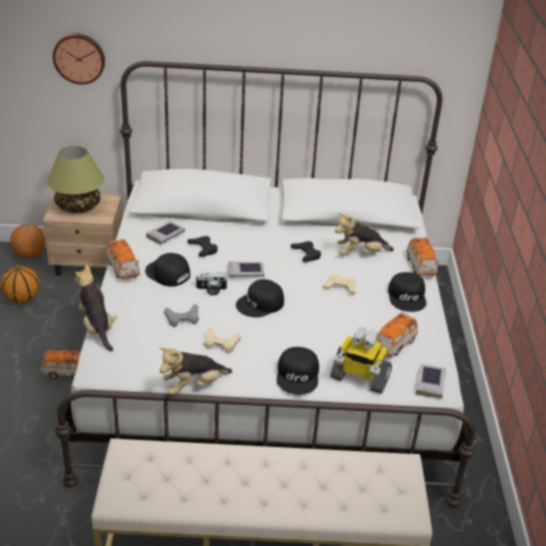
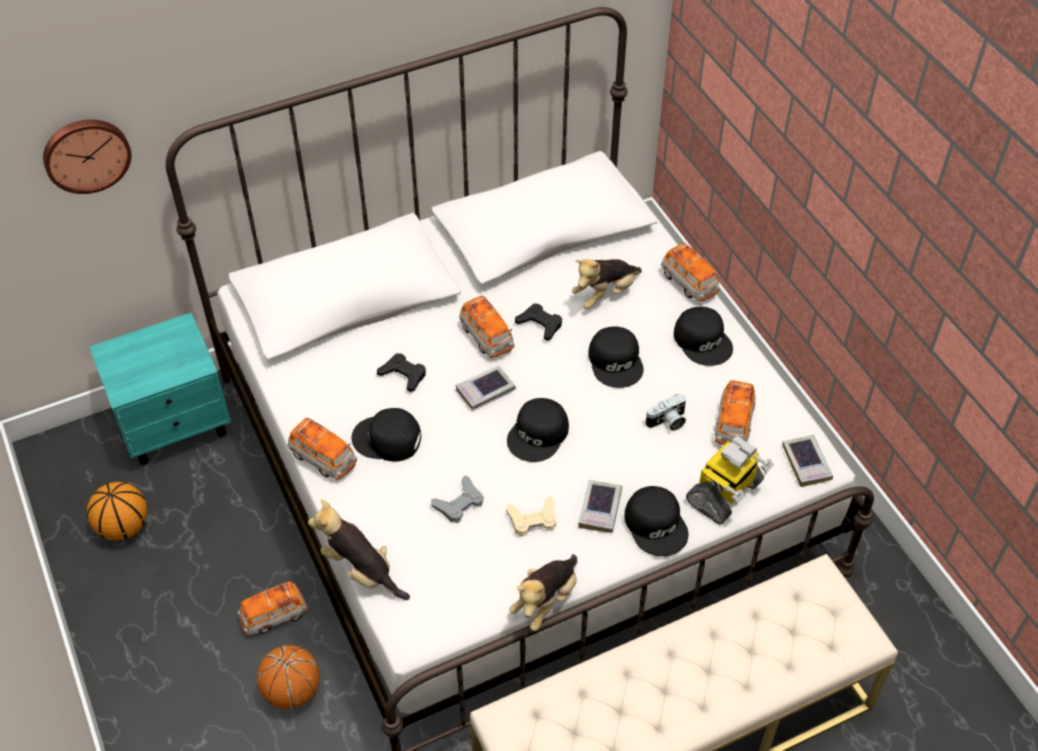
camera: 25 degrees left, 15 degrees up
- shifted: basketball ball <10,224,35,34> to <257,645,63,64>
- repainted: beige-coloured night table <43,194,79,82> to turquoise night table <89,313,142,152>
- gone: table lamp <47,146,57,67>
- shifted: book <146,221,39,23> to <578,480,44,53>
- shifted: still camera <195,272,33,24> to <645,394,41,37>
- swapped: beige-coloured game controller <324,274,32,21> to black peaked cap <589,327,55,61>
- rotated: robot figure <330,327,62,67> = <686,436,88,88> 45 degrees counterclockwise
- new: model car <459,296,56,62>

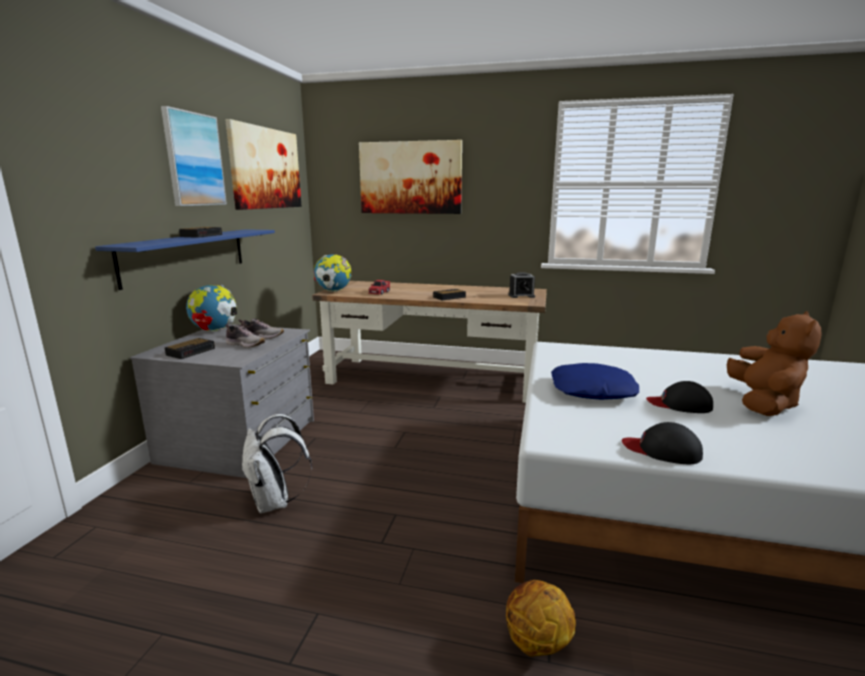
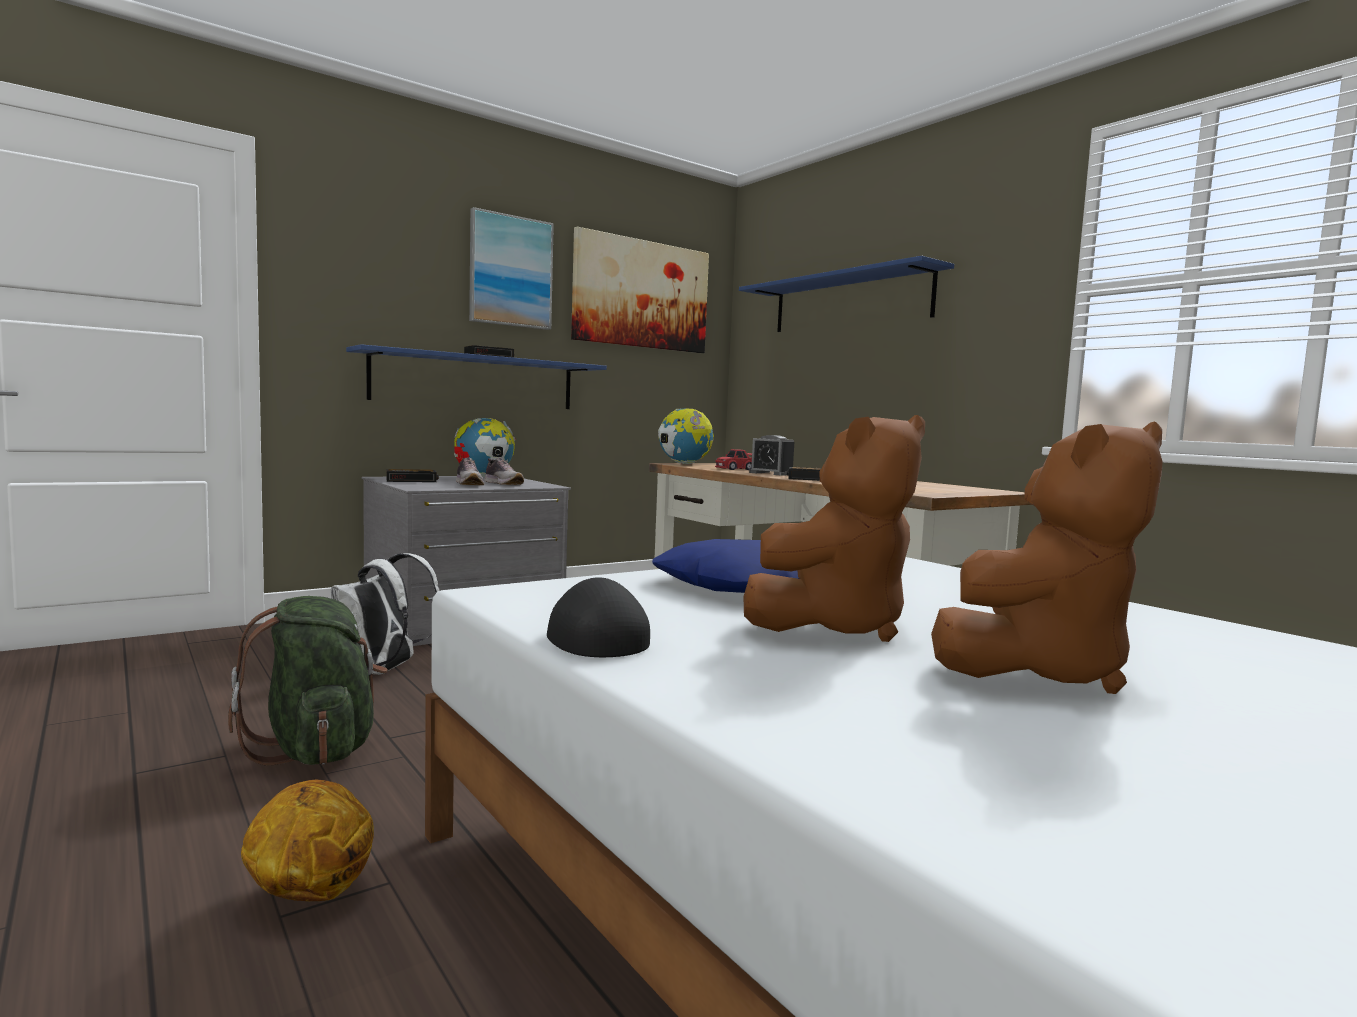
camera: 40 degrees right, 10 degrees down
- swapped: wall art <359,140,103,74> to bluish wall shelf <739,256,215,76>
- shifted: bedside clock <508,272,27,26> to <749,435,45,41>
- swapped: black peaked cap <646,381,67,32> to brownish cuddly toy <744,415,181,227>
- new: green rucksack <228,596,160,169>

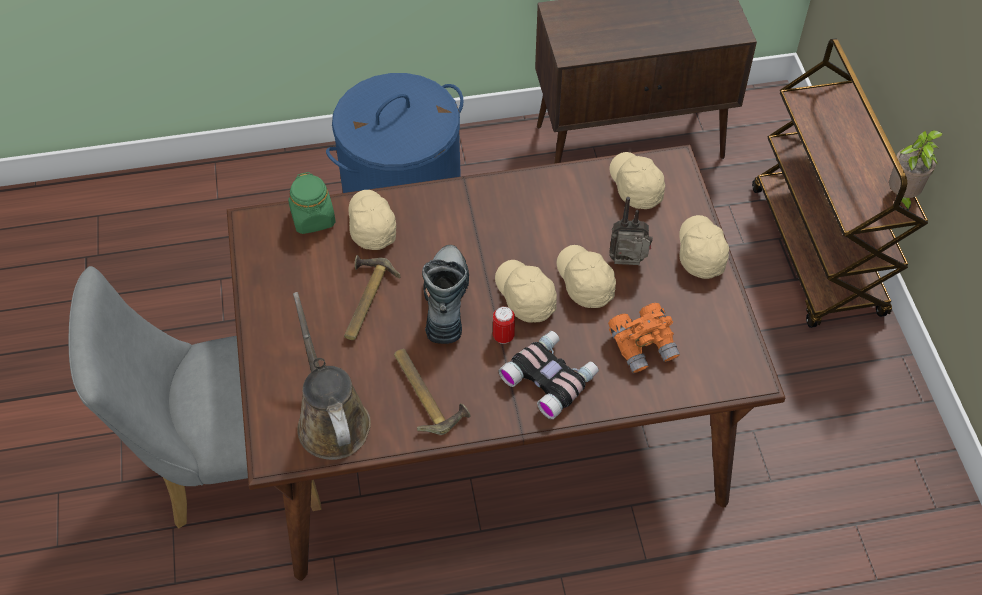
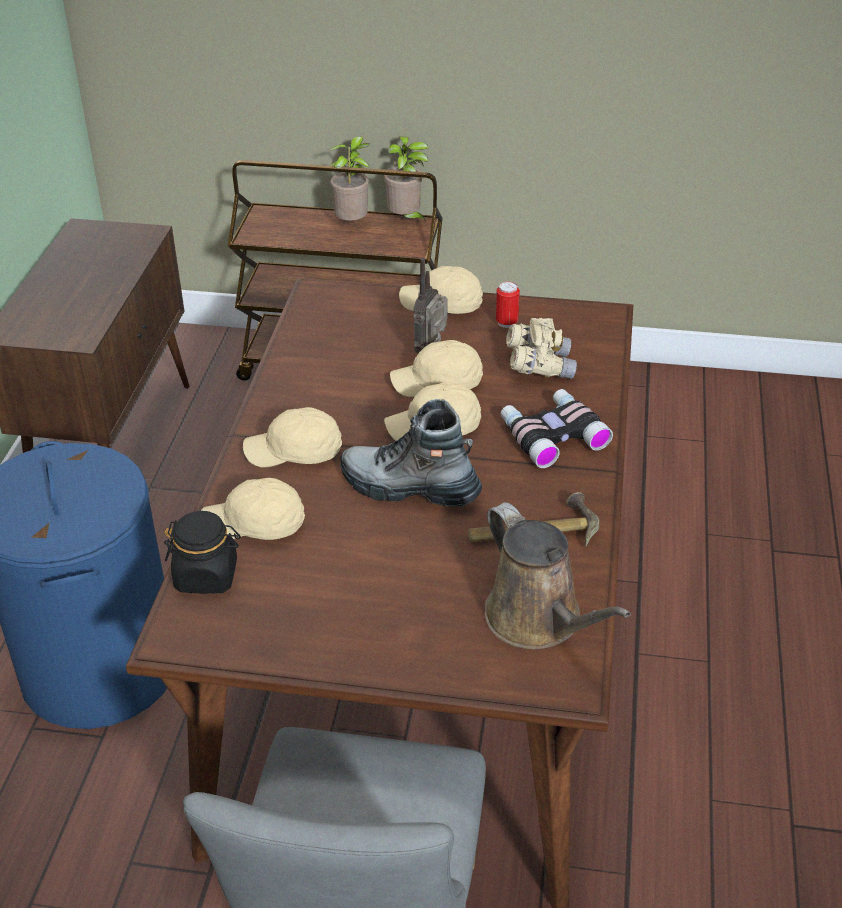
camera: 70 degrees left, 15 degrees down
- repainted: green preserve jar <288,172,48,62> to black preserve jar <164,511,77,83>
- rotated: brownish watering can <293,292,78,168> = <485,502,146,147> 120 degrees counterclockwise
- gone: hammer <344,255,56,85>
- shifted: sealed can <493,306,22,38> to <496,282,24,46>
- repainted: orange-coloured binoculars <608,303,72,70> to beige-coloured binoculars <506,318,71,61>
- shifted: beige-coloured peaked cap <609,152,56,57> to <243,407,99,60>
- new: houseplant <329,136,41,85>

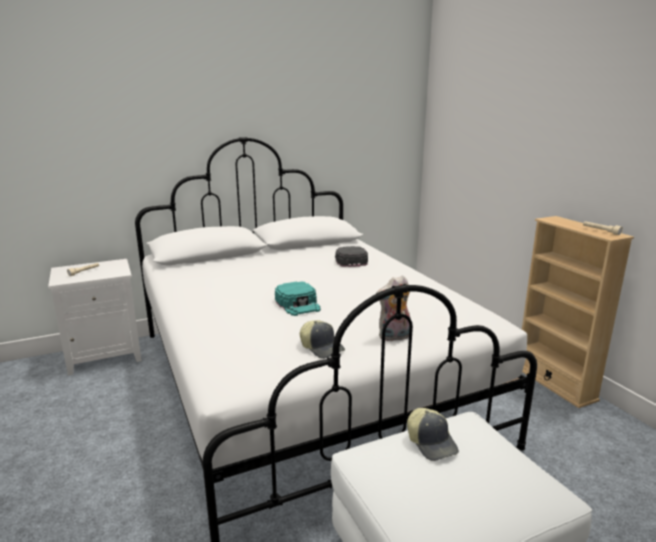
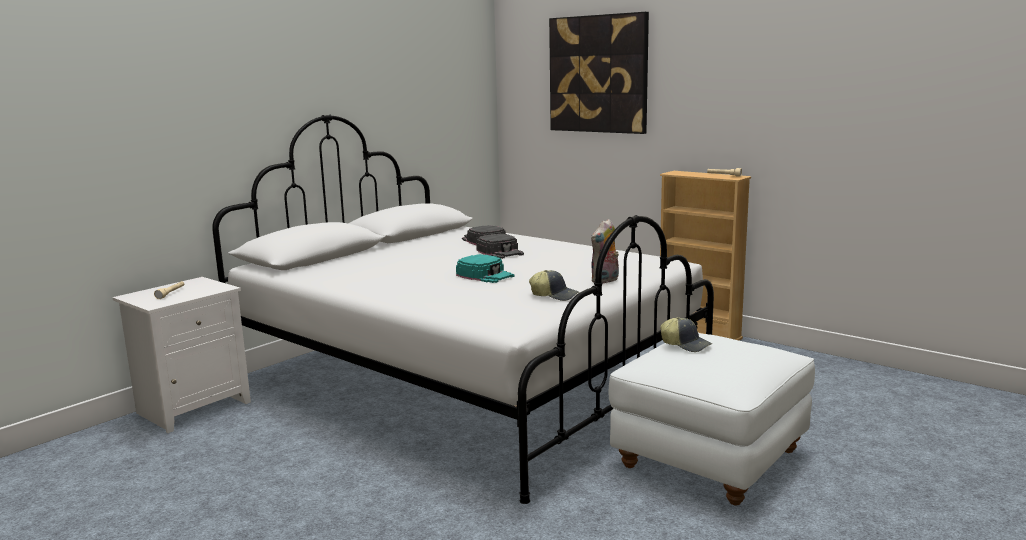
camera: 25 degrees left, 5 degrees down
- new: black peaked cap <476,234,48,25>
- new: wall art <549,12,100,122>

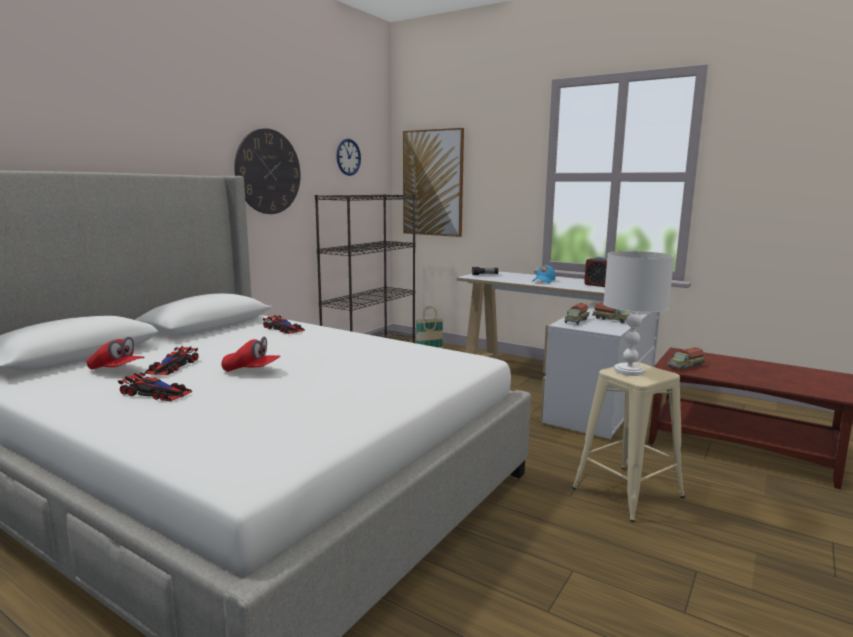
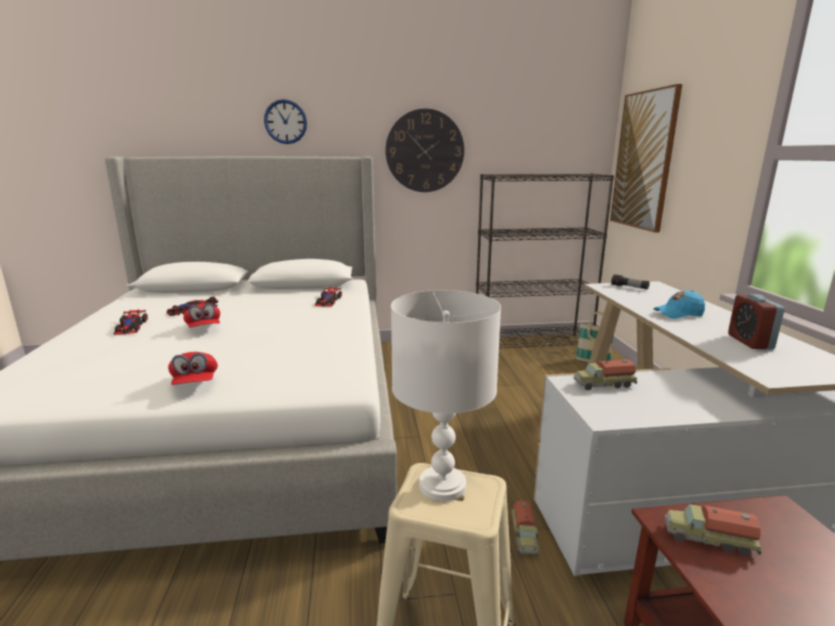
camera: 50 degrees right, 5 degrees up
- shifted: reddish peaked cap <87,337,58,33> to <168,352,50,33>
- shifted: hanging clock <336,139,25,37> to <264,99,43,45>
- shifted: model truck <592,302,39,21> to <511,500,28,54>

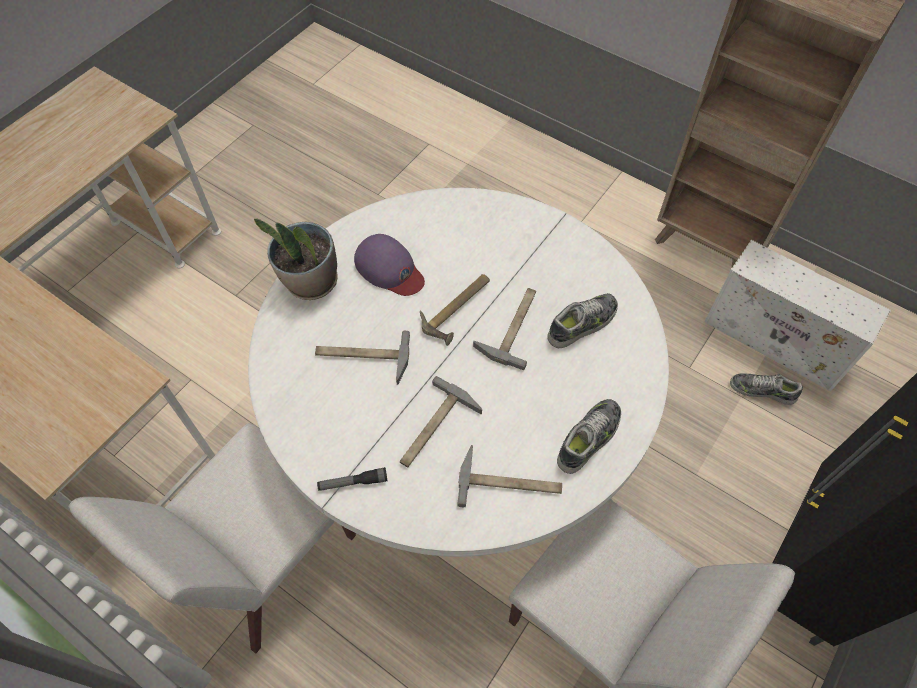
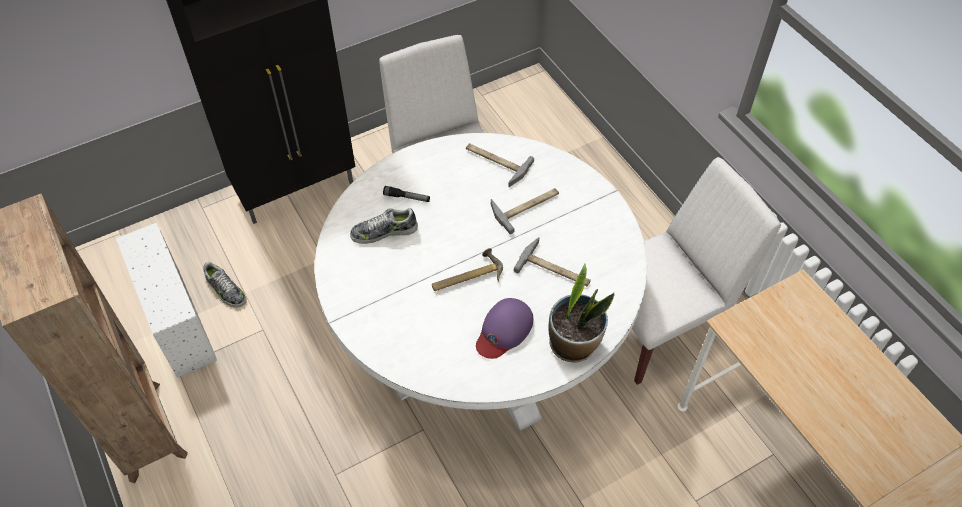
camera: 155 degrees left, 5 degrees down
- shifted: torch <317,467,70,24> to <383,186,47,16>
- rotated: purple peaked cap <354,234,71,62> = <476,298,57,61> 120 degrees counterclockwise
- gone: hammer <473,288,63,82>
- gone: shoe <557,399,64,75>

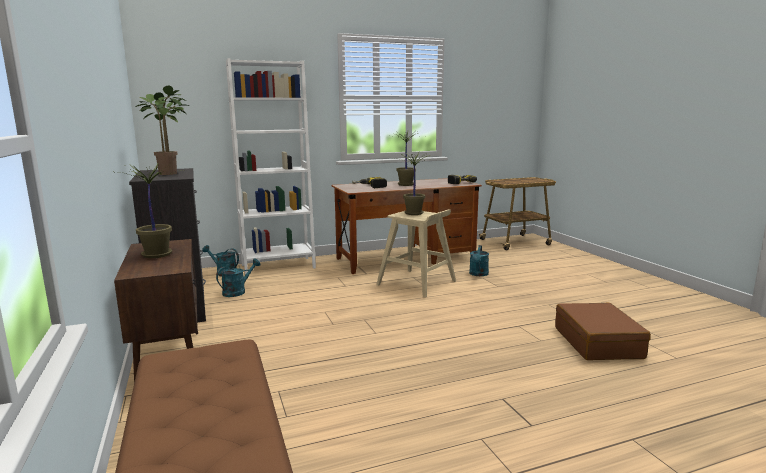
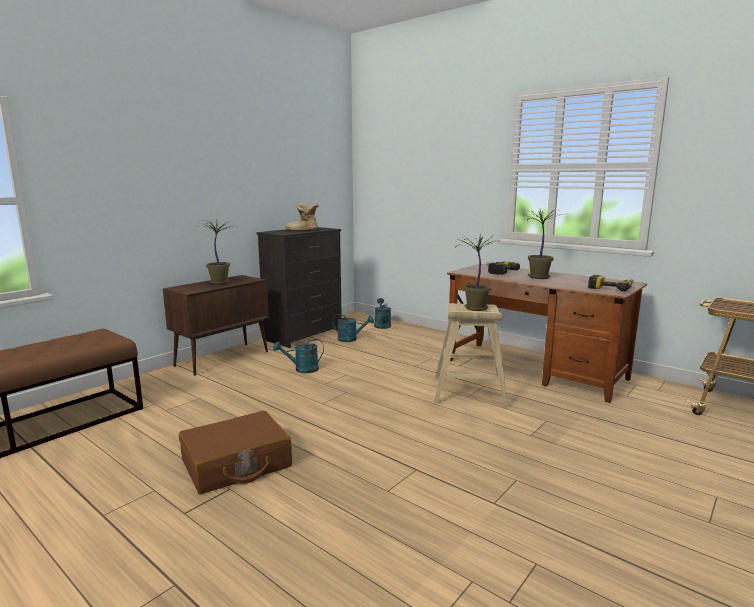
camera: 60 degrees right, 0 degrees up
- swapped: houseplant <135,85,55,90> to boot <285,203,34,27>
- gone: white bookshelf <226,58,90,217>
- shifted: turquoise watering can <469,245,20,31> to <273,339,51,34>
- shifted: brownish piece of luggage <555,303,96,57> to <179,411,113,83>

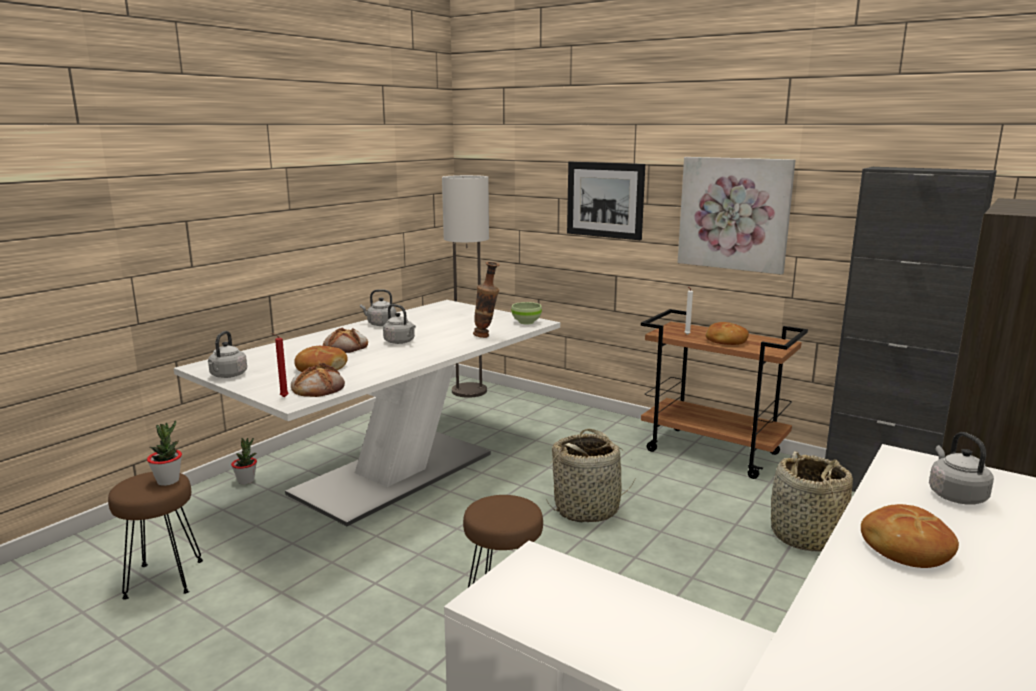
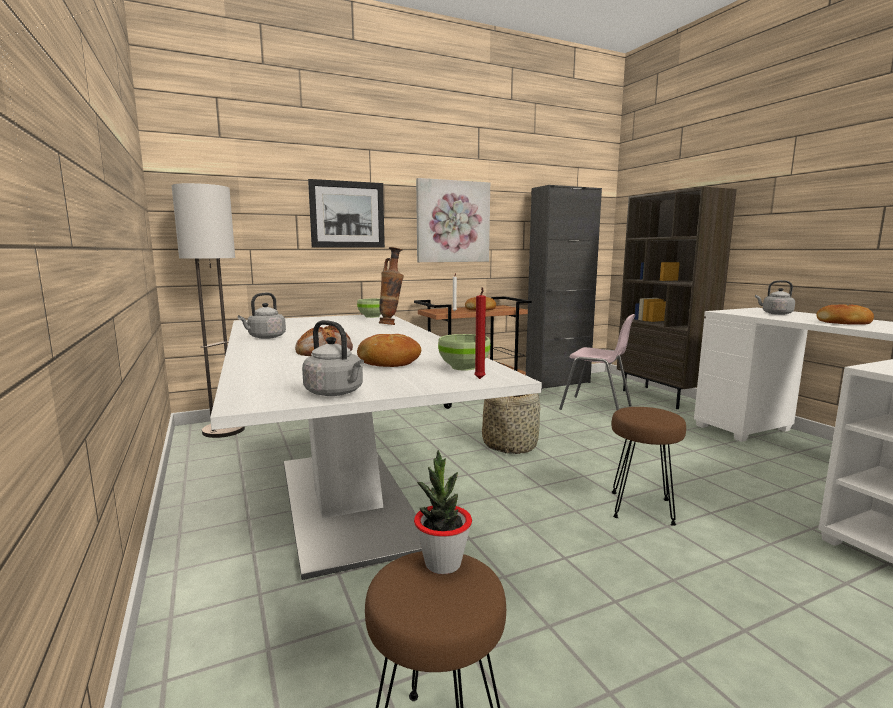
camera: 60 degrees left, 5 degrees down
- gone: houseplant <231,438,26,47>
- swapped: bakery bread <291,363,54,34> to green deep dish <438,334,52,37>
- gone: gray water kettle <383,304,33,40>
- swapped: household basket <771,451,82,101> to pinkish plain chair <559,314,77,96>

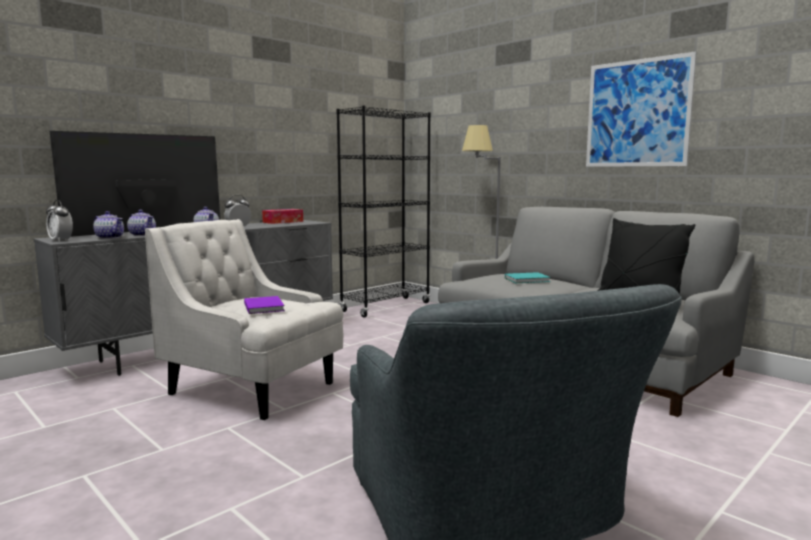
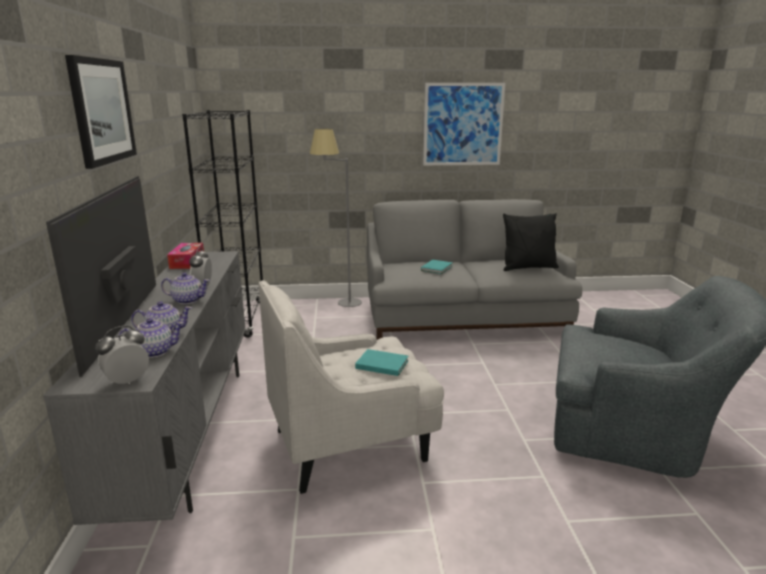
camera: 50 degrees left, 10 degrees up
- rotated: bedside clock <46,200,27,42> = <95,326,54,58> 150 degrees clockwise
- repainted: purple book <244,296,41,18> to turquoise book <355,349,54,27>
- new: wall art <65,55,72,114>

